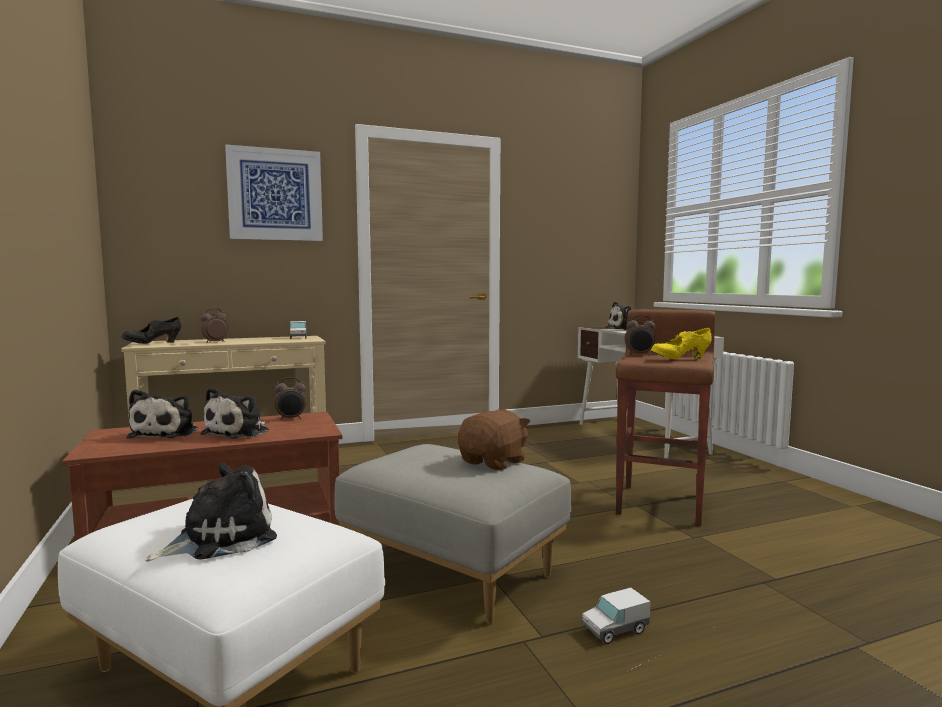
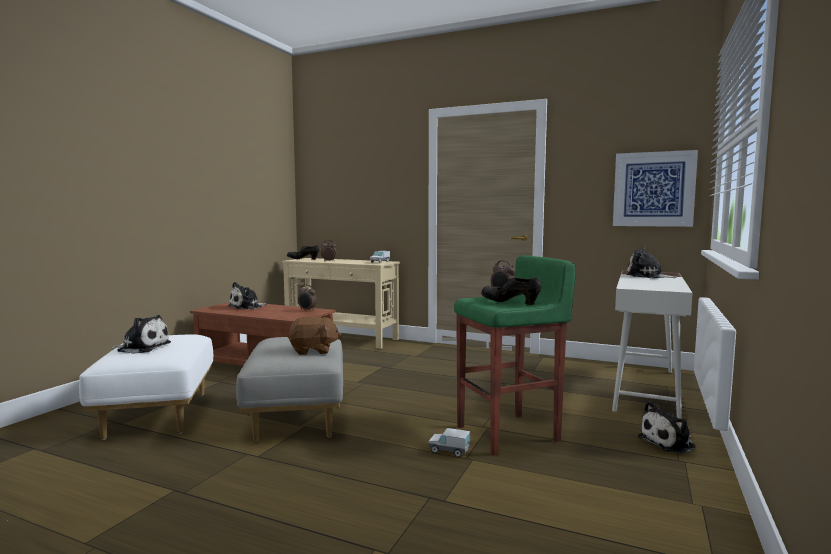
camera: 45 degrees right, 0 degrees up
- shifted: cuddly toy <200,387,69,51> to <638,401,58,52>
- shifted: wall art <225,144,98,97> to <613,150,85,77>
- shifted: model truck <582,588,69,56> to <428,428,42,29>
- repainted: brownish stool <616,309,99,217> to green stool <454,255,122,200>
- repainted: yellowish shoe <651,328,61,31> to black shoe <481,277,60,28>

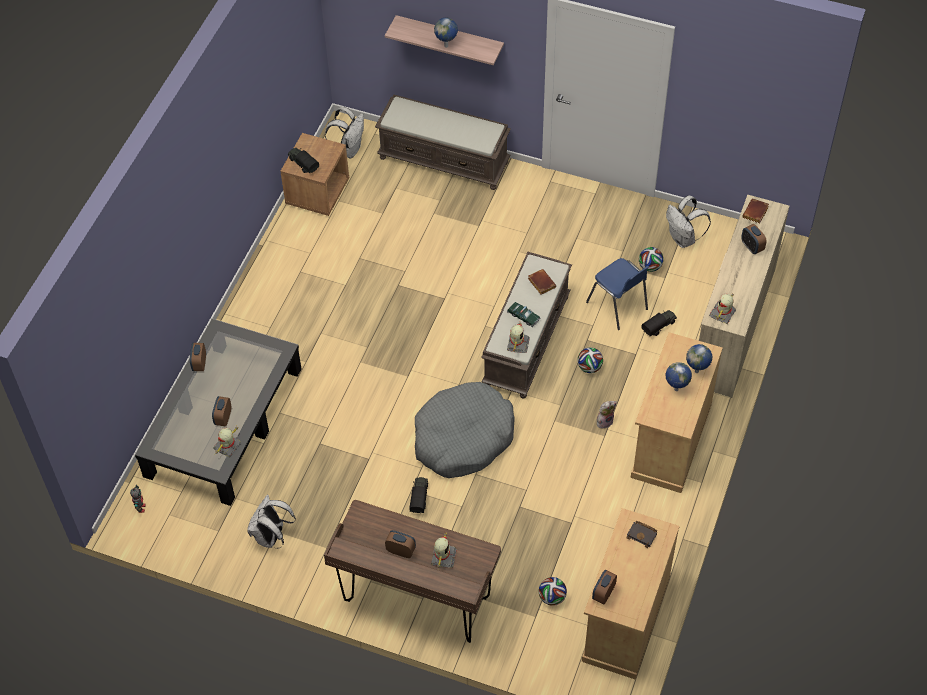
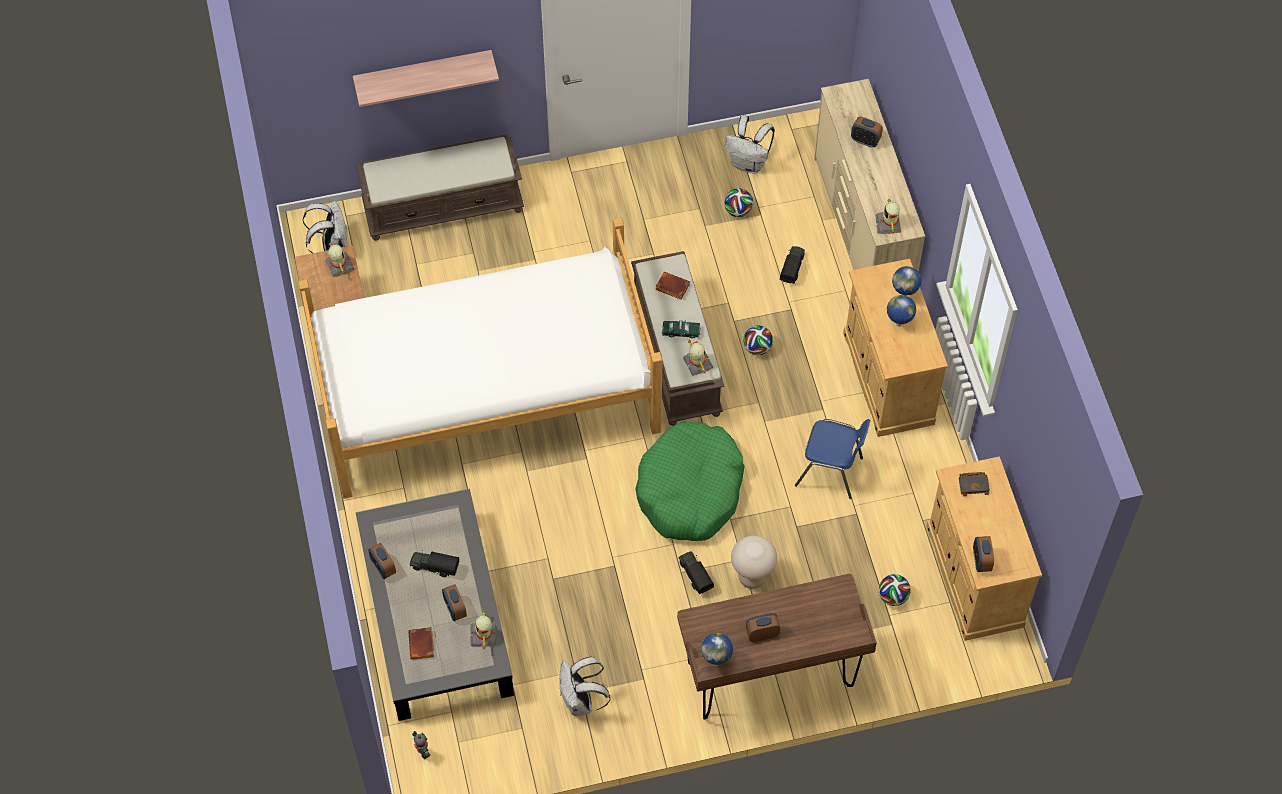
camera: 35 degrees left, 5 degrees up
- shifted: model truck <288,148,31,25> to <410,551,49,26>
- repainted: gray pet bed <415,382,100,96> to green pet bed <635,422,110,119>
- shifted: robot figure <431,531,26,38> to <326,242,28,35>
- shifted: desk globe <434,18,24,30> to <701,633,32,32>
- shifted: bluish plain chair <586,258,63,72> to <795,419,75,80>
- gone: cuddly toy <597,401,20,27>
- shifted: brownish book <742,198,27,25> to <408,627,26,33>
- new: bed <298,218,364,281>
- new: beige-coloured stool <731,535,46,54>

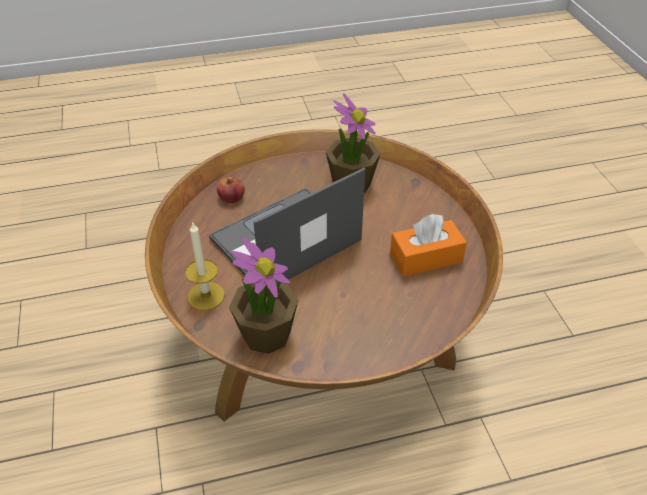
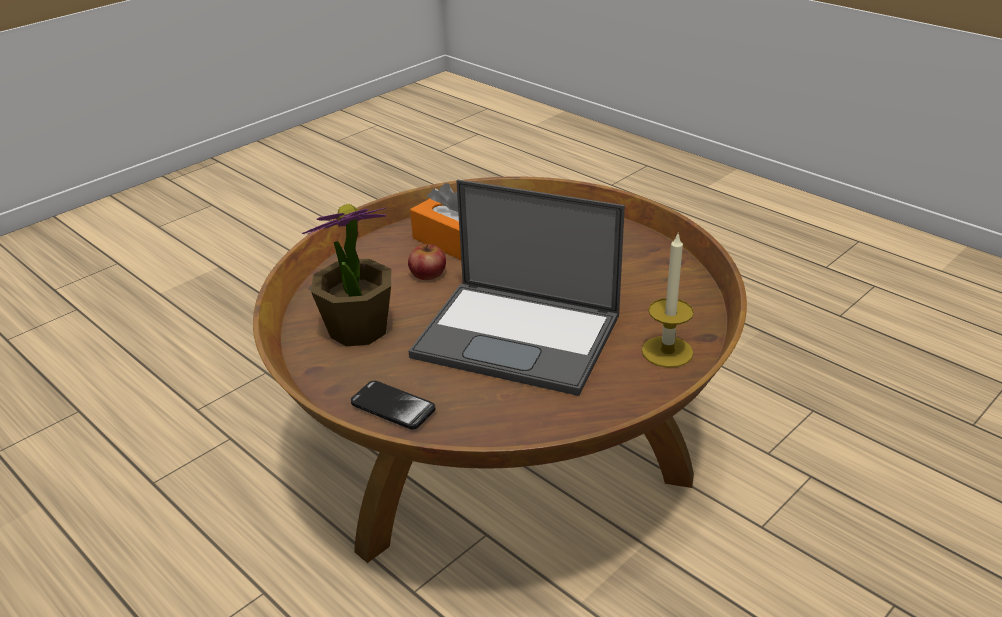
camera: 120 degrees left, 10 degrees down
- shifted: whole apple <217,177,28,26> to <408,244,38,36>
- gone: houseplant <229,237,69,117>
- new: handset <351,381,84,48>

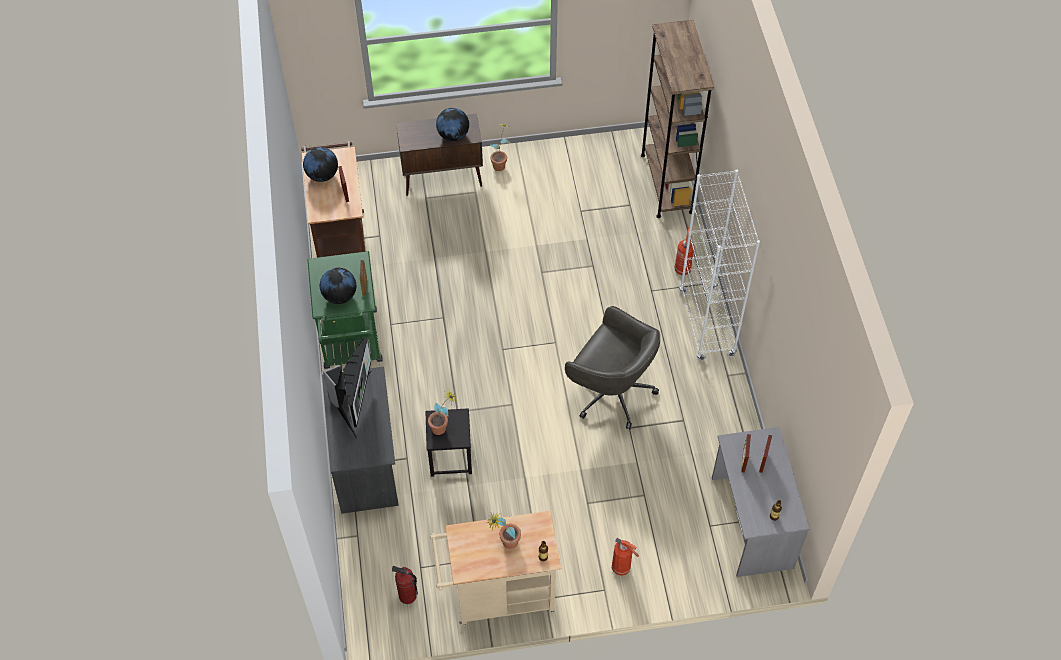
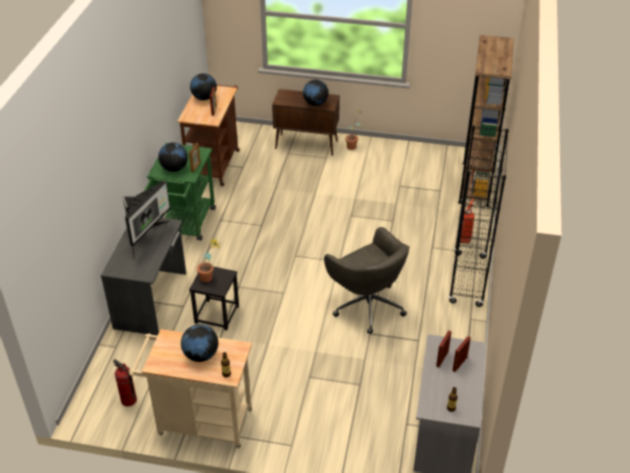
camera: 20 degrees right, 15 degrees down
- swapped: houseplant <487,513,34,36> to desk globe <181,324,37,38>
- gone: fire extinguisher <612,538,27,38>
- repainted: white bookshelf <679,170,81,191> to black bookshelf <449,125,60,182>

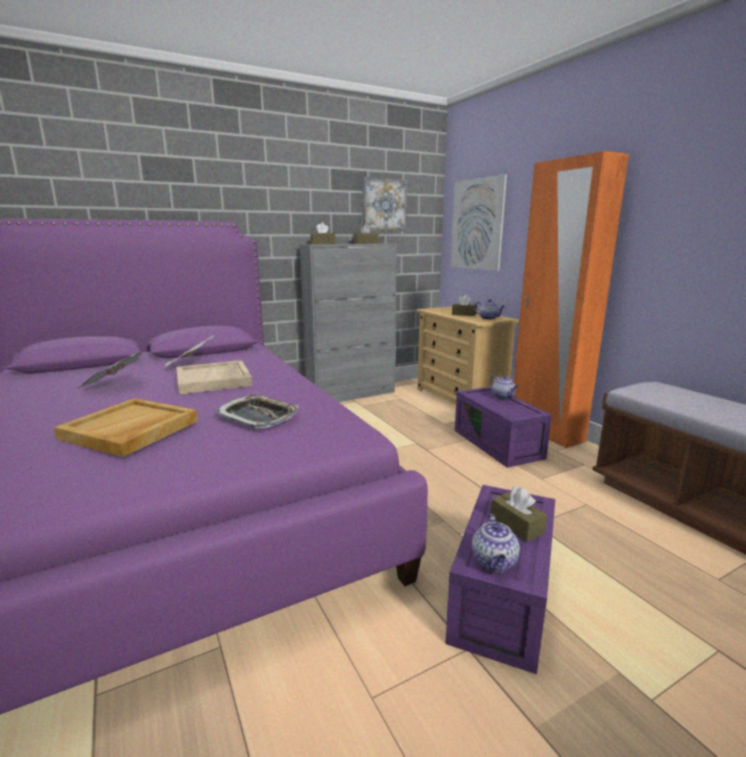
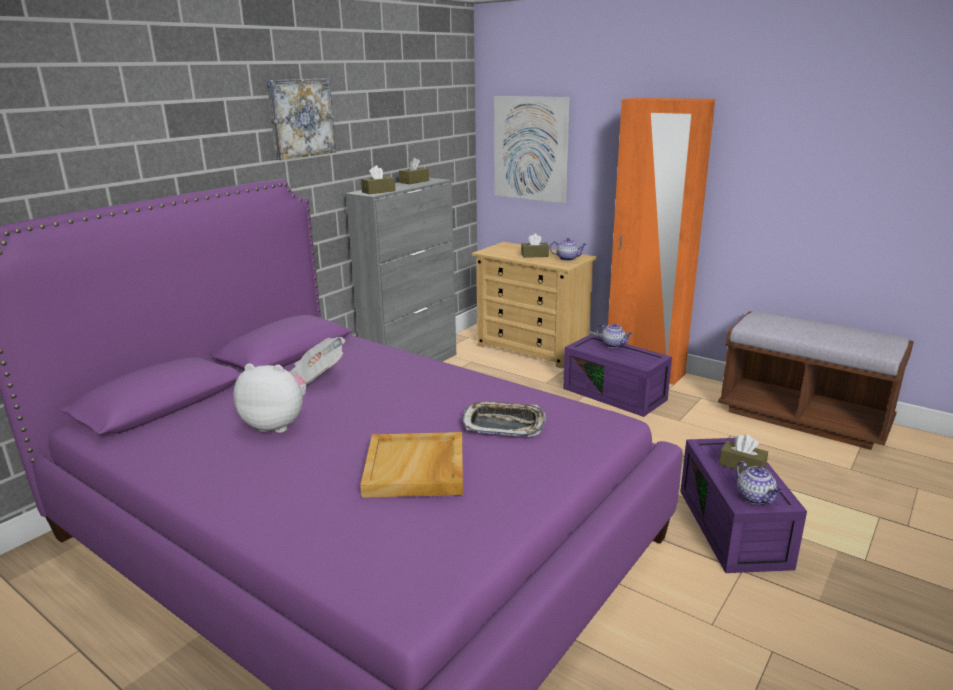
camera: 25 degrees left, 5 degrees up
- swapped: newspaper <78,352,65,36> to cuddly toy <233,363,73,70>
- gone: beige-coloured serving tray <176,360,77,35>
- shifted: wall art <362,177,45,54> to <266,78,70,82>

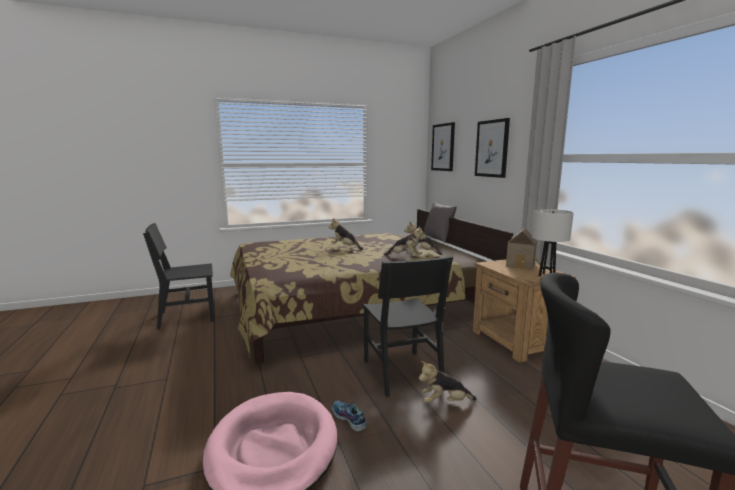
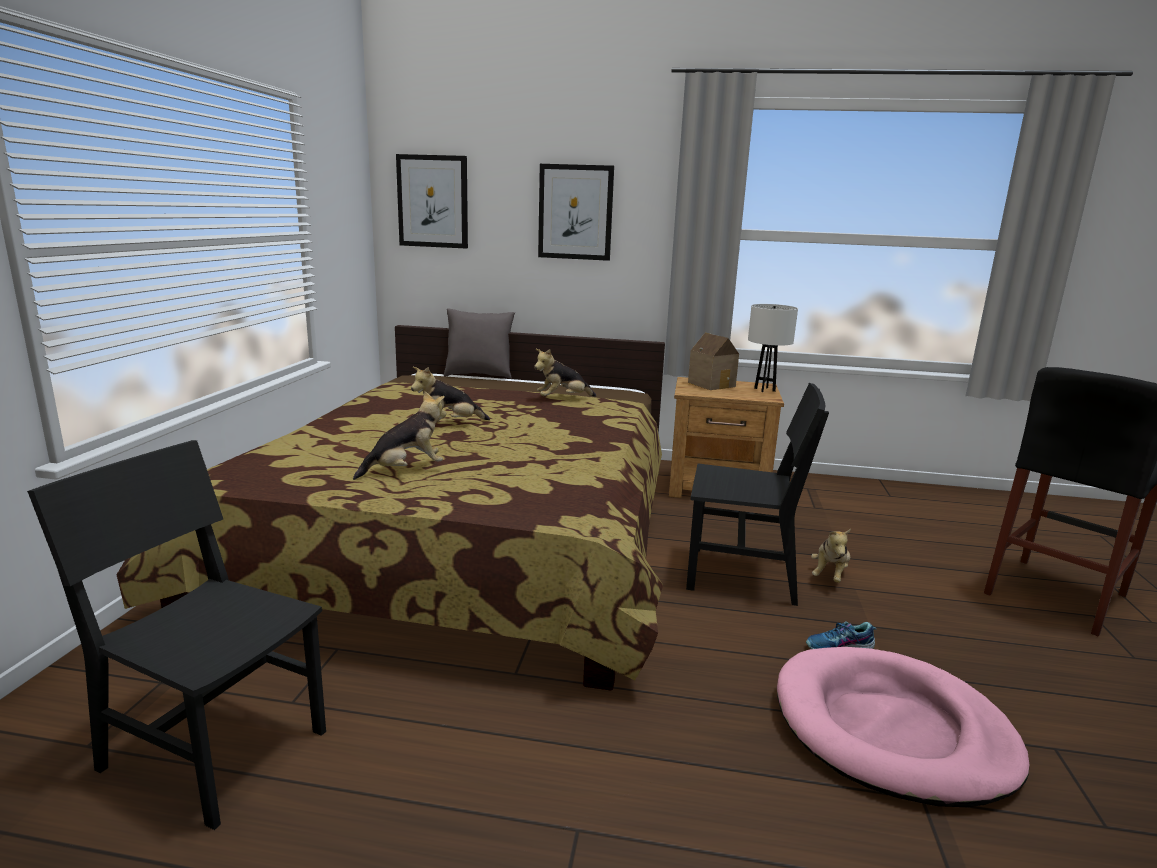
camera: 60 degrees left, 5 degrees up
- rotated: black plain chair <143,223,72,106> = <27,440,299,390> 105 degrees clockwise
- shifted: cuddly toy <384,226,42,30> to <353,391,93,89>

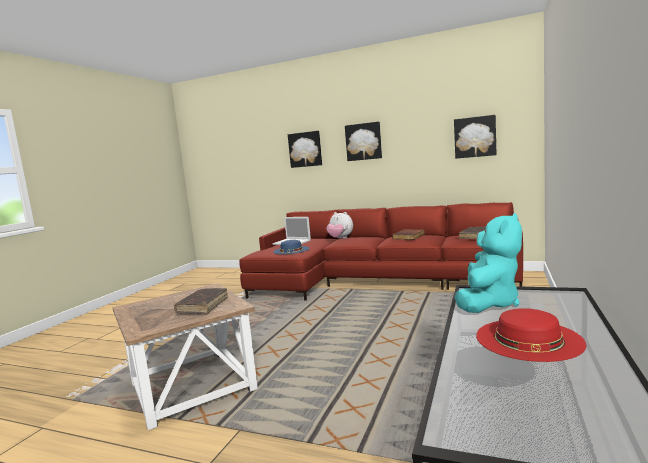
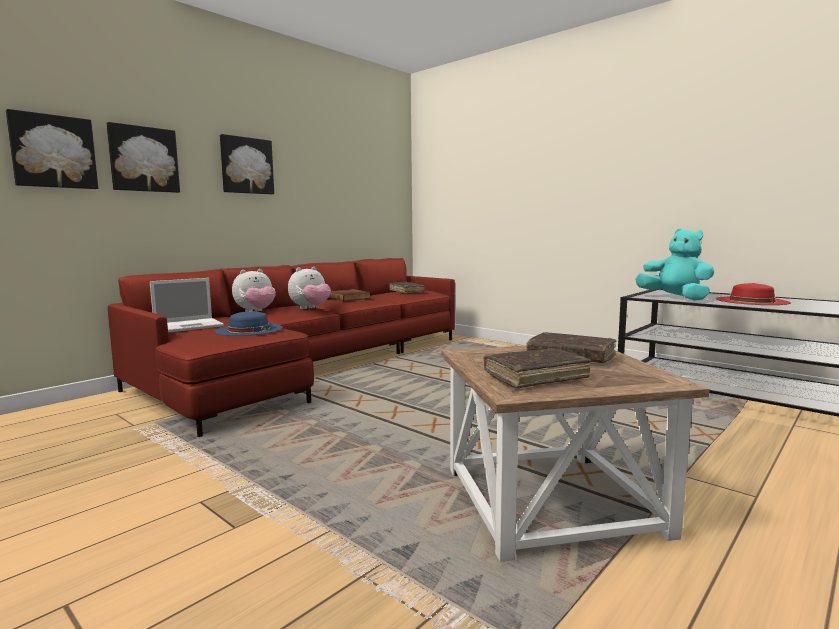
camera: 70 degrees left, 0 degrees up
- shifted: wall art <454,115,42,44> to <6,109,92,80>
- new: cuddly toy <288,267,43,42>
- new: brownish book <484,348,107,40>

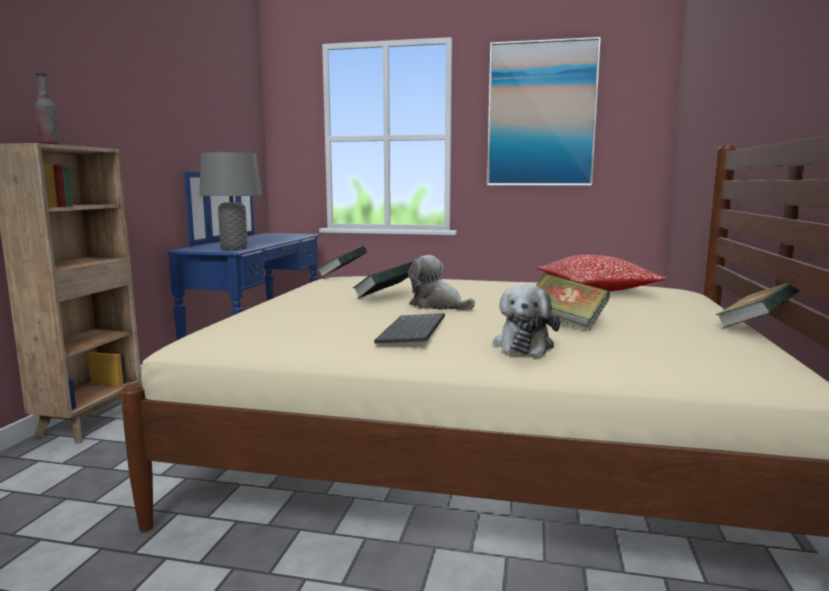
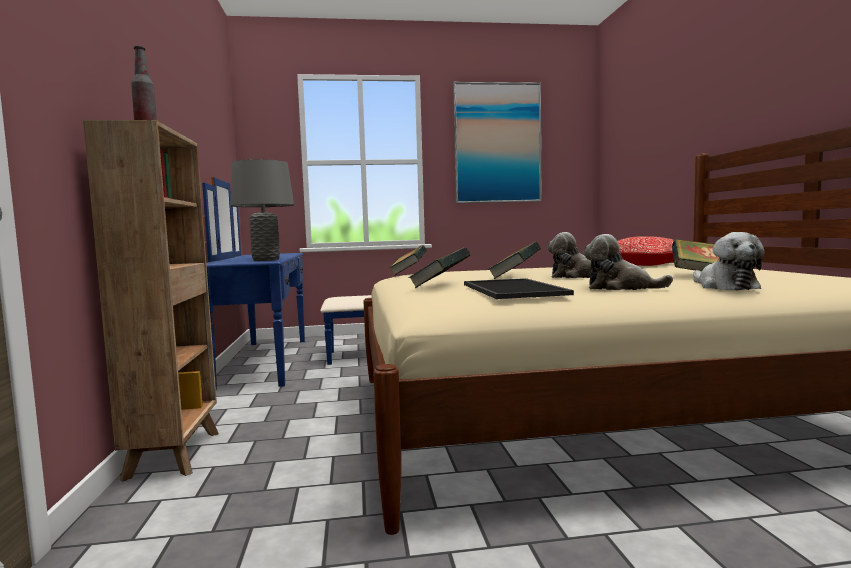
camera: 20 degrees left, 5 degrees down
- swapped: keyboard <374,313,71,31> to cuddly toy <584,234,89,56>
- shifted: book <716,283,83,45> to <408,247,62,41>
- new: serving tray <464,278,110,21>

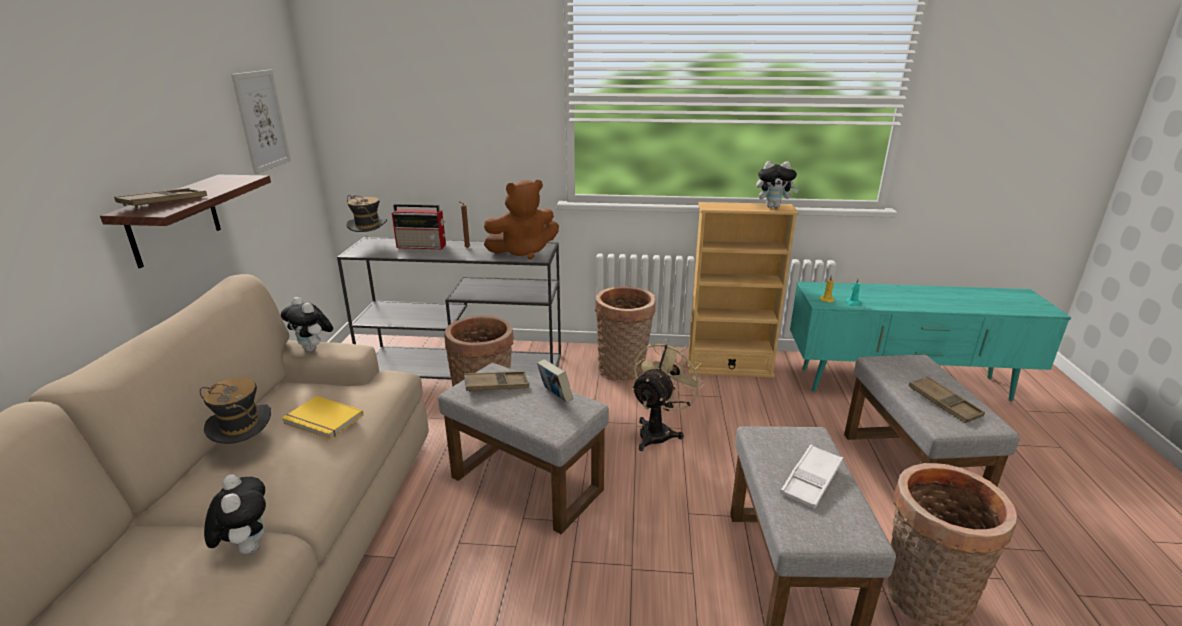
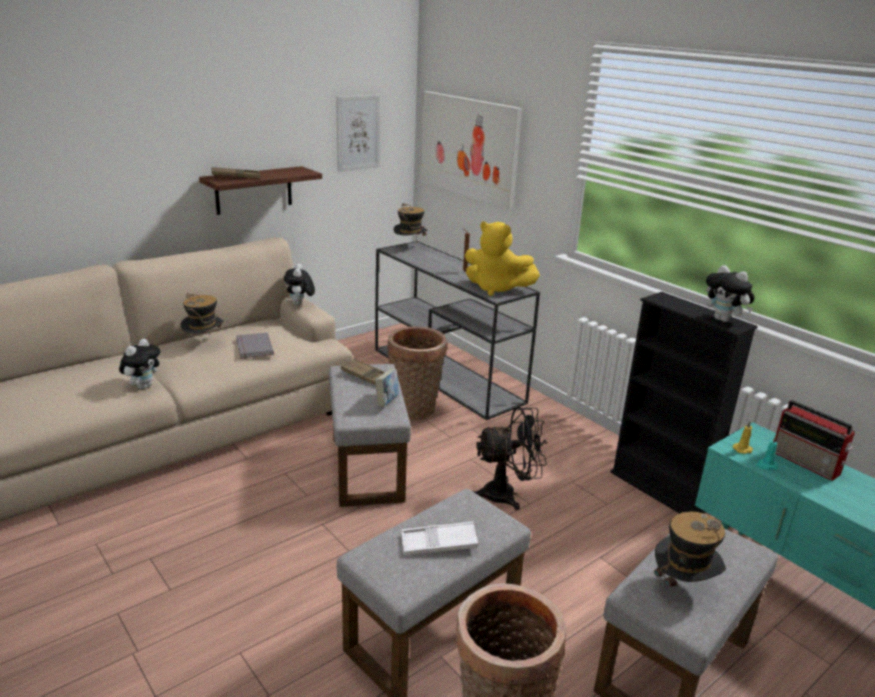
camera: 45 degrees right, 0 degrees up
- repainted: yellowish book <282,396,82,44> to gray book <236,333,38,25>
- shifted: radio <392,204,54,45> to <775,400,80,81>
- repainted: brownish cuddly toy <484,180,75,79> to yellowish cuddly toy <465,221,75,75>
- gone: household basket <595,286,61,95>
- repainted: beige-coloured fan <631,339,74,112> to black fan <473,407,74,103>
- repainted: beige-coloured bookshelf <687,202,112,176> to black bookshelf <610,292,148,222>
- swapped: brownish serving tray <909,376,76,47> to wearable hat <654,512,72,94>
- new: wall art <420,91,102,119>

